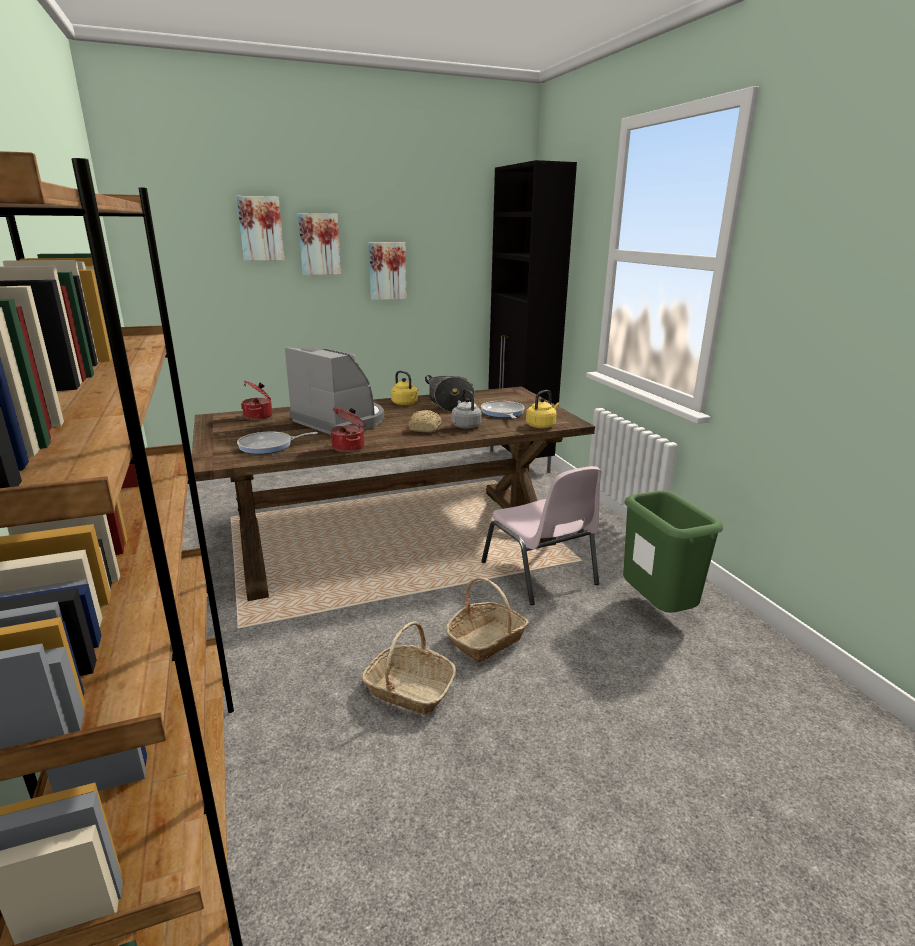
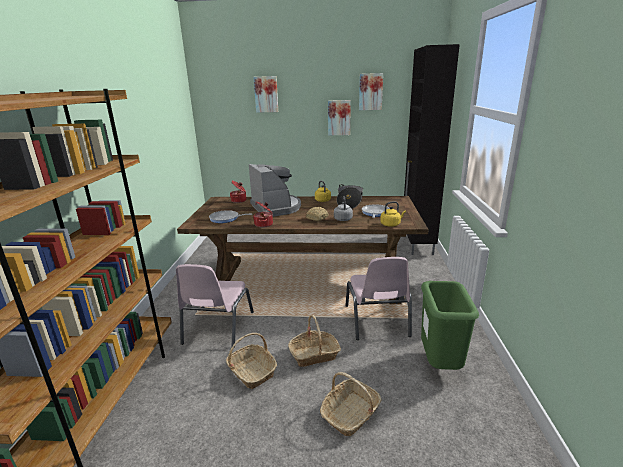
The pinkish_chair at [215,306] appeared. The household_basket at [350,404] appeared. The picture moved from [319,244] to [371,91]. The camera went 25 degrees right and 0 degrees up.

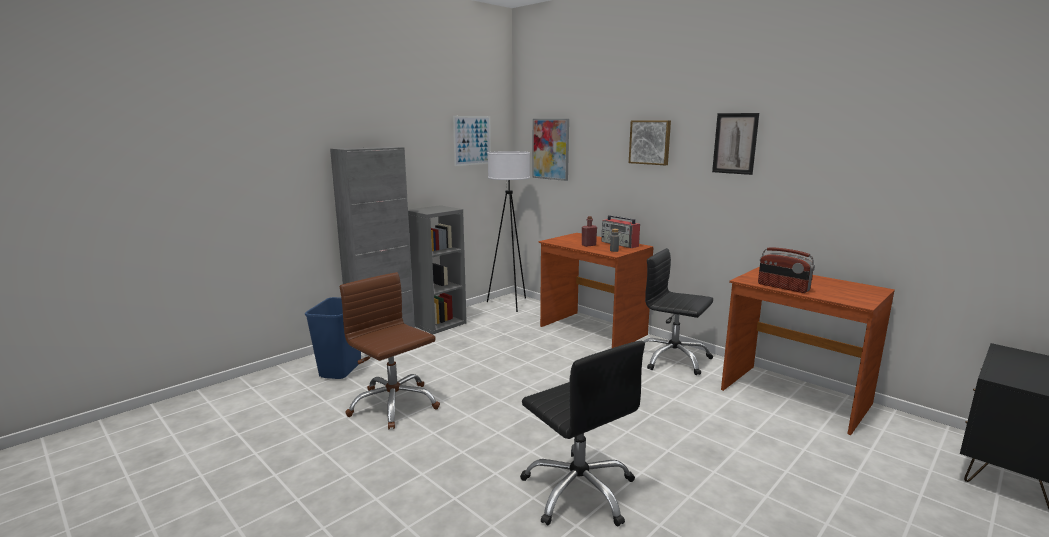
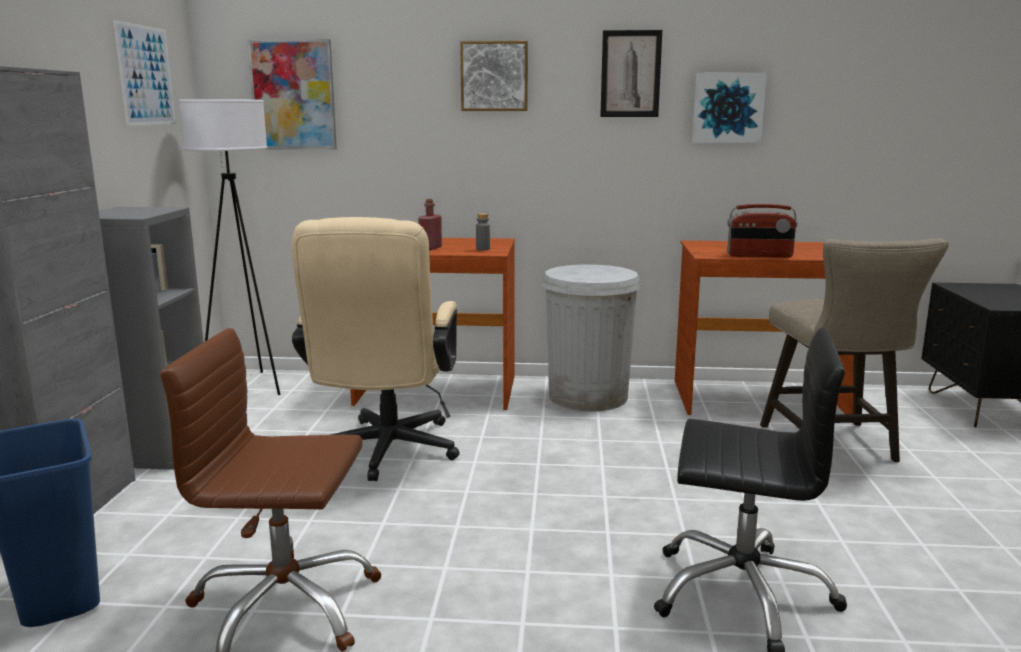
The radio_receiver at [620,231] disappeared. The sand-coloured_computer_chair at [376,349] appeared. The picture at [729,108] appeared. The sand-coloured_sitting_stool at [854,350] appeared. The blackish_computer_chair at [678,311] was replaced by the white-coloured_waste_bin at [591,338]. The camera went 40 degrees left and 0 degrees up.

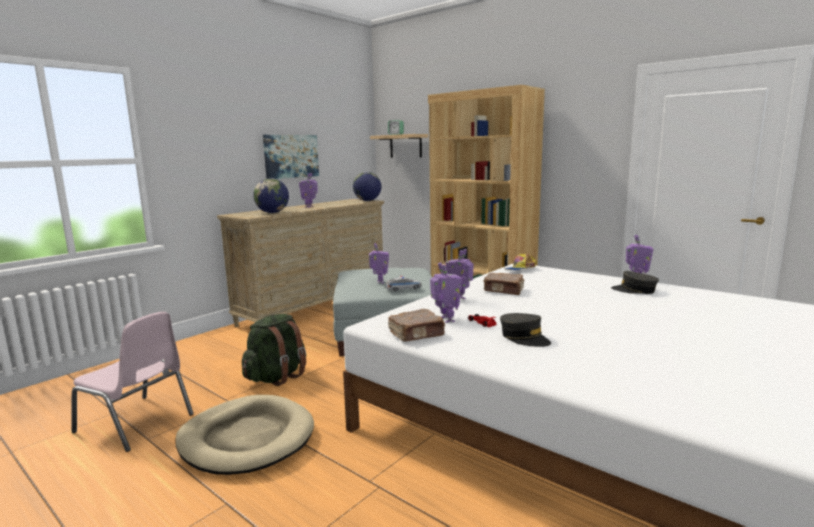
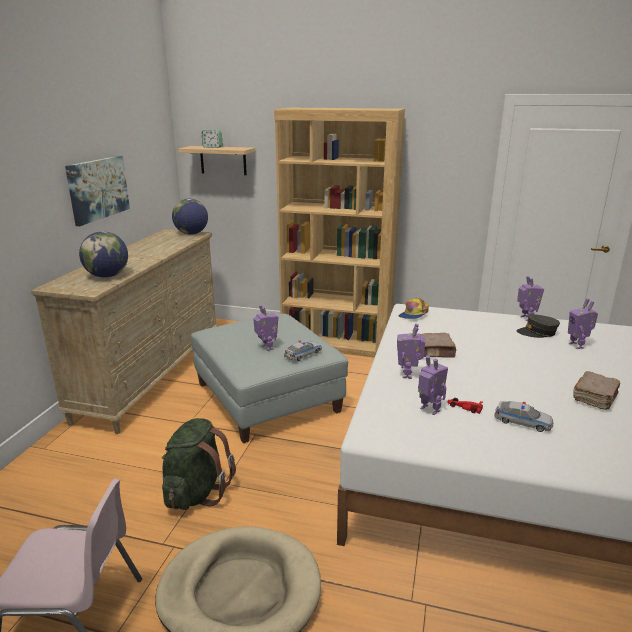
The model_robot moved from [308,190] to [583,324]. The brownish_bound_book moved from [417,325] to [596,390]. The greyish_peaked_cap at [525,330] was replaced by the miniature_car at [523,416]. The camera went 25 degrees left and 10 degrees up.

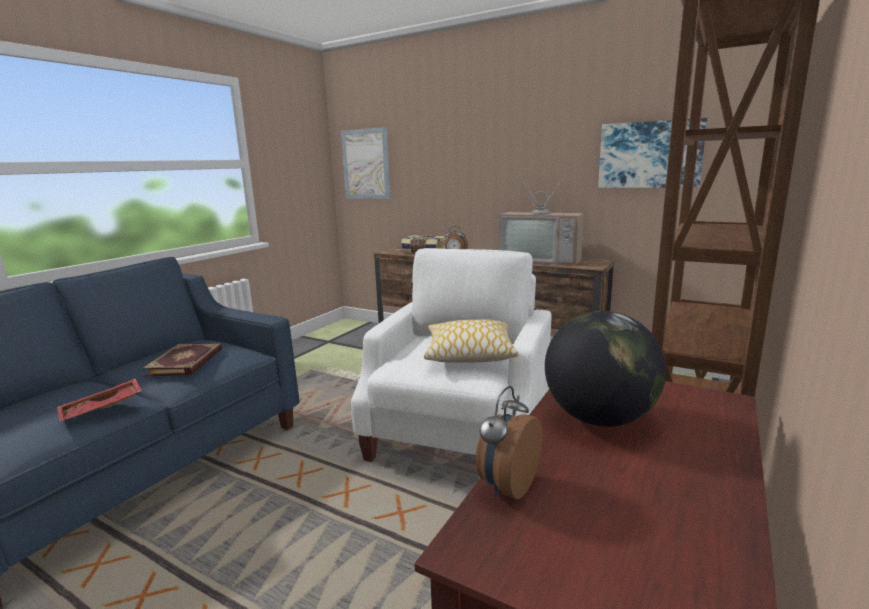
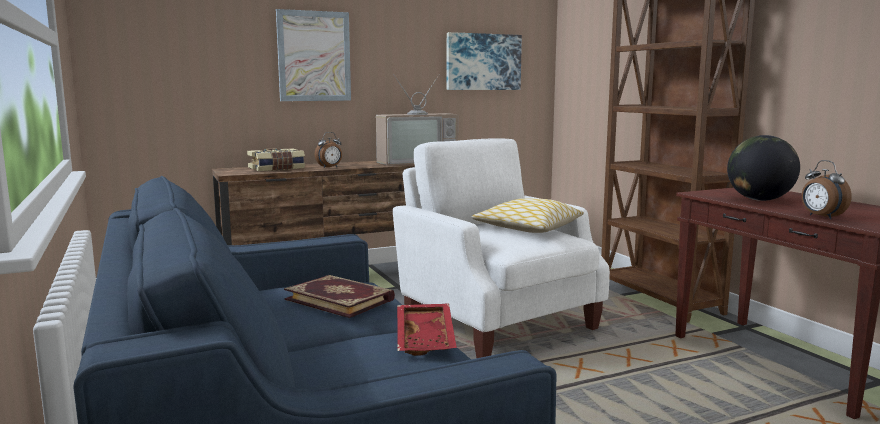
The picture moved from [366,163] to [313,55]. The camera went 55 degrees left and 5 degrees down.

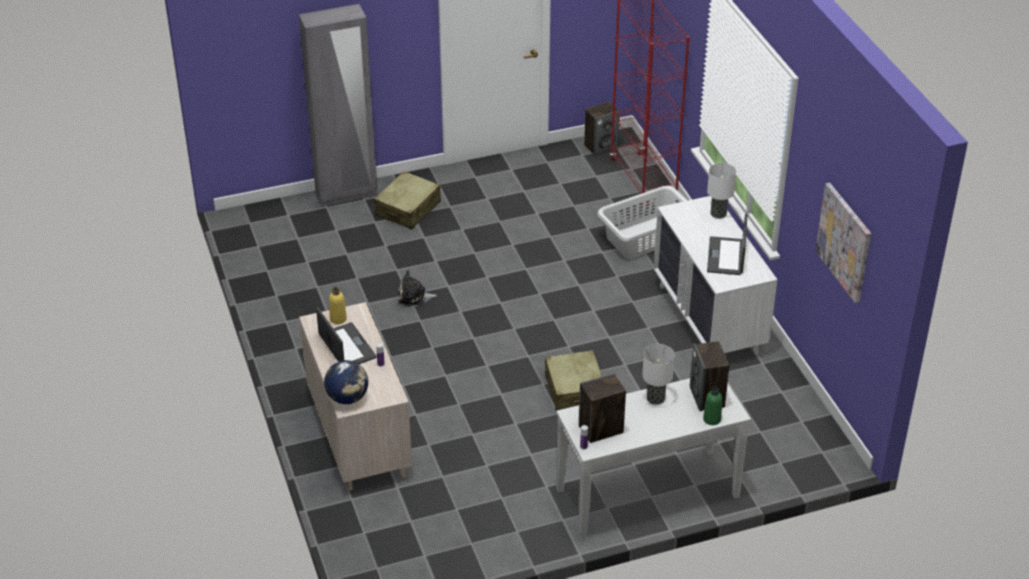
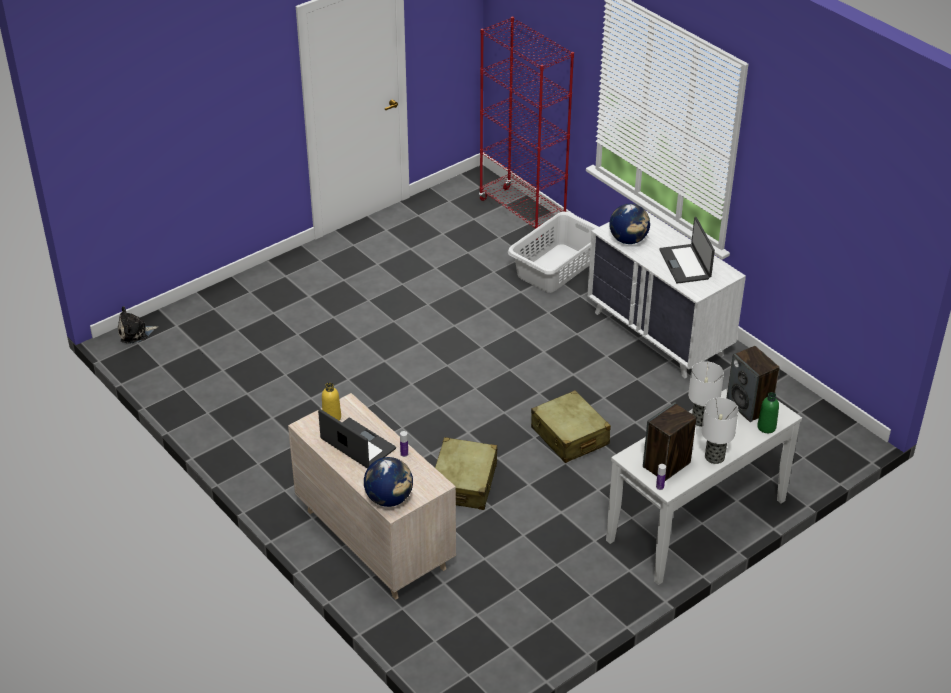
The greyish_armoire at [338,105] disappeared. The speaker at [602,129] disappeared. The picture at [843,242] disappeared. The globe at [629,223] appeared. The sand-coloured_suitcase moved from [407,200] to [466,473]. The soft_toy moved from [417,288] to [138,325]. The table_lamp moved from [721,191] to [720,431]. The camera went 20 degrees left and 0 degrees up.

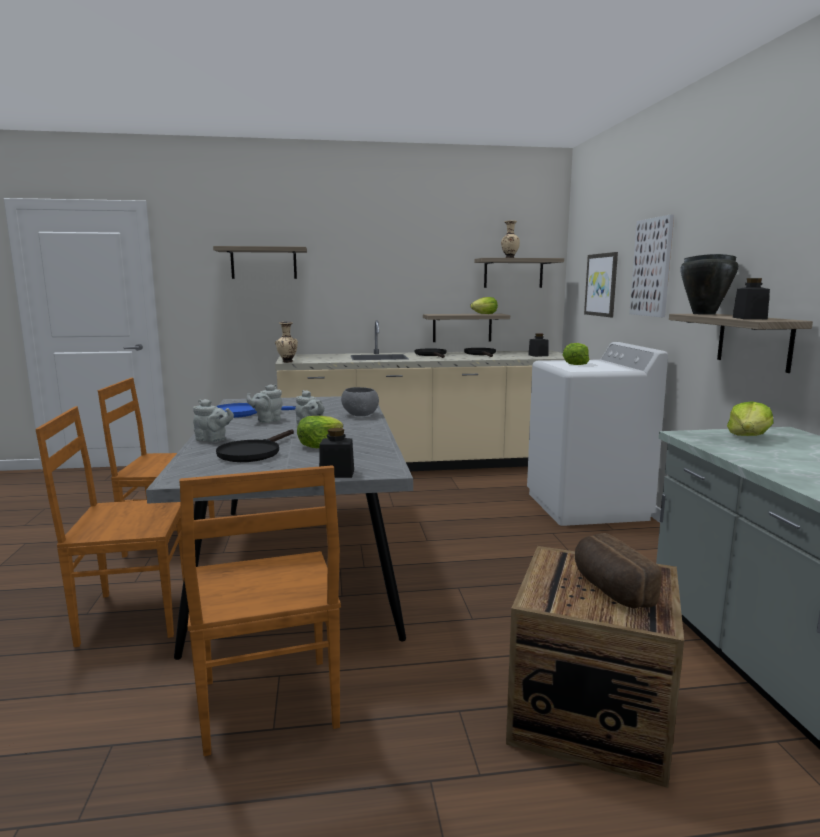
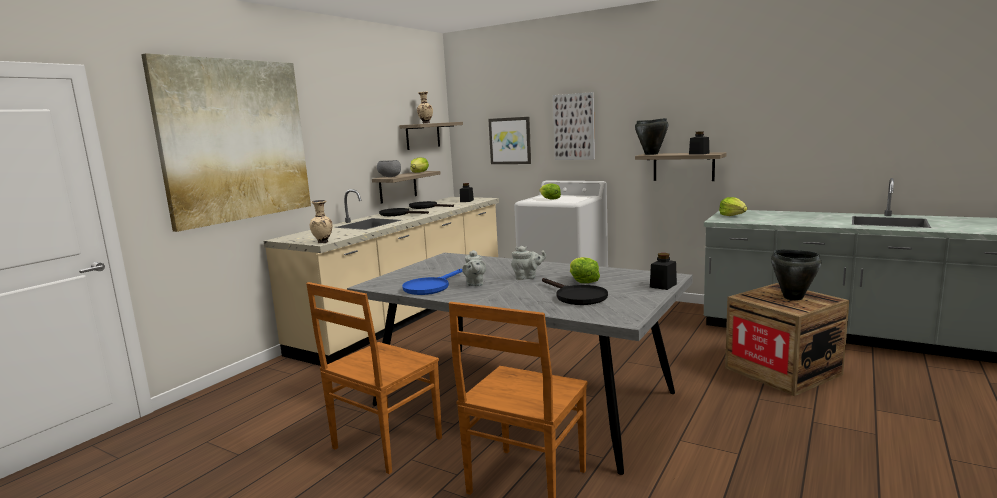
The brownish_chair at [260,610] disappeared. The greyish_tea_pot at [213,420] disappeared. The greyish_deep_dish moved from [360,401] to [389,168]. The shelf at [260,262] was replaced by the picture at [226,142]. The baked_bread at [618,570] was replaced by the blackish_stockpot at [796,274]. The camera went 50 degrees left and 0 degrees up.

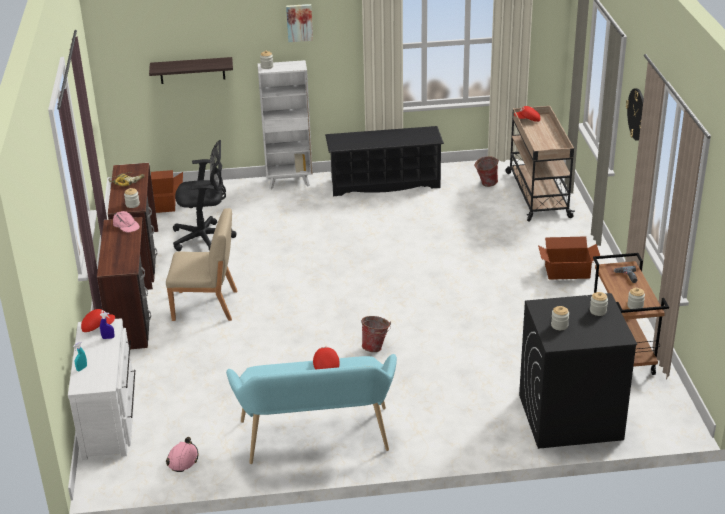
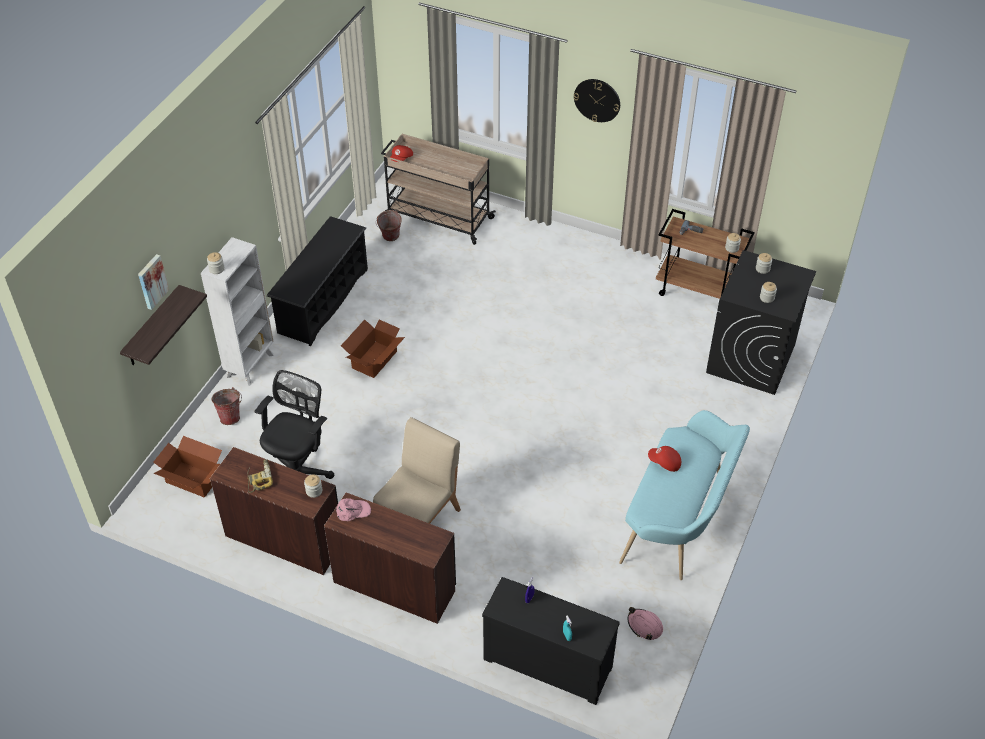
The reddish_peaked_cap at [98,320] disappeared. The picture moved from [299,23] to [153,282]. The pail moved from [376,334] to [227,406]. The packing_box moved from [569,258] to [373,348]. The white-coloured_dresser at [101,389] became the blackish_dresser at [551,641]. The camera went 60 degrees left and 15 degrees up.

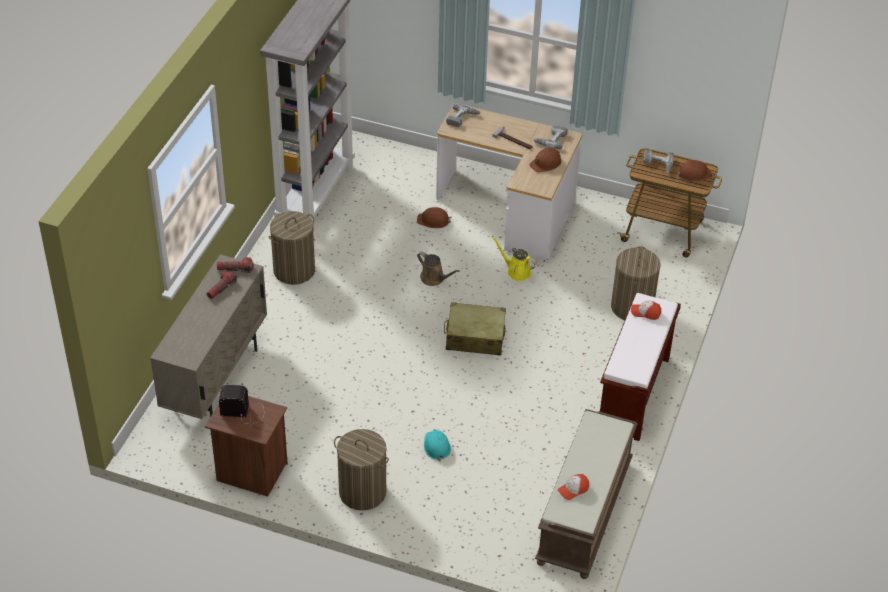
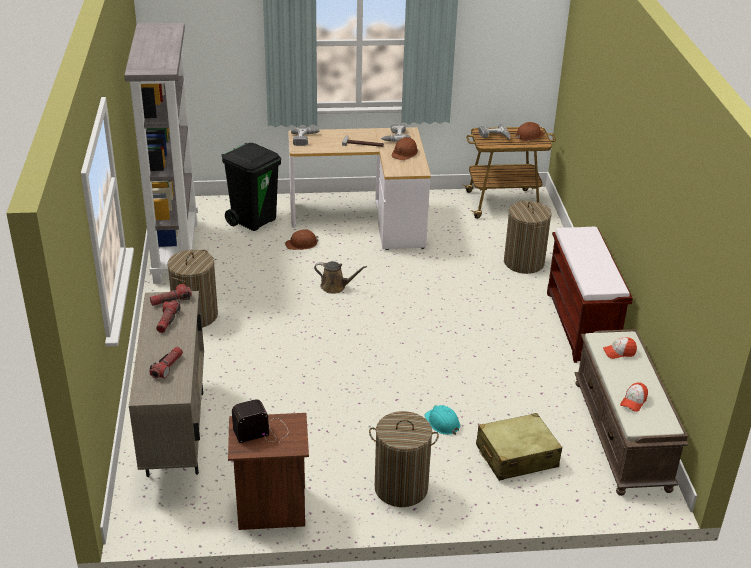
The yellowish_sprinkling_can at [514,258] disappeared. The torch at [166,362] appeared. The blackish_waste_bin at [251,187] appeared. The sand-coloured_suitcase moved from [475,329] to [519,447]. The peaked_cap moved from [646,310] to [620,348]. The camera went 25 degrees left and 10 degrees down.

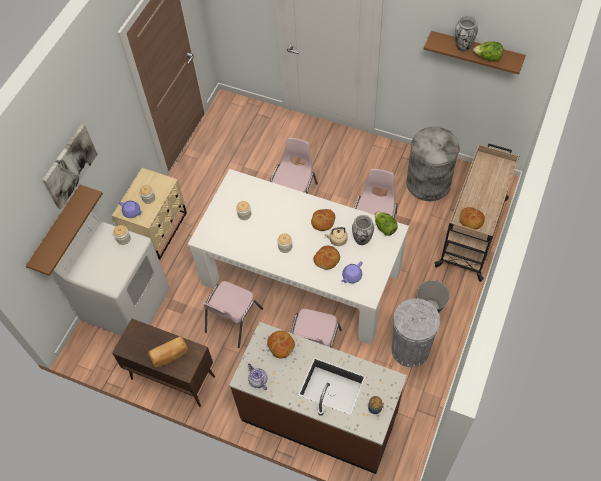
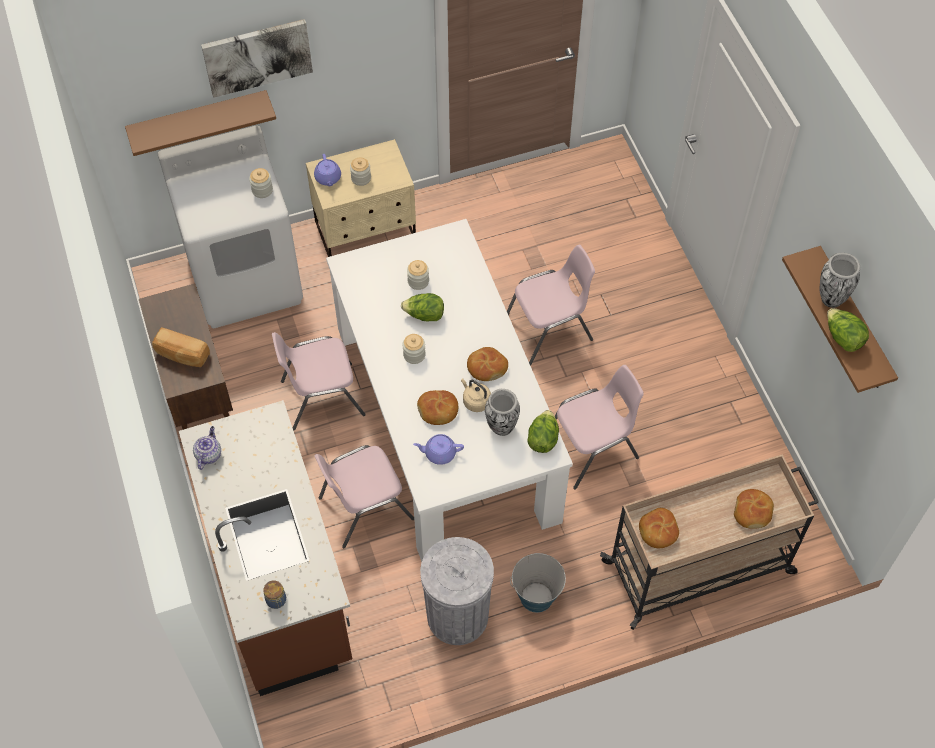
The greyish_waste_bin at [433,164] disappeared. The lettuce_head at [422,307] appeared. The baked_bread moved from [281,344] to [754,509]. The camera went 45 degrees right and 0 degrees up.

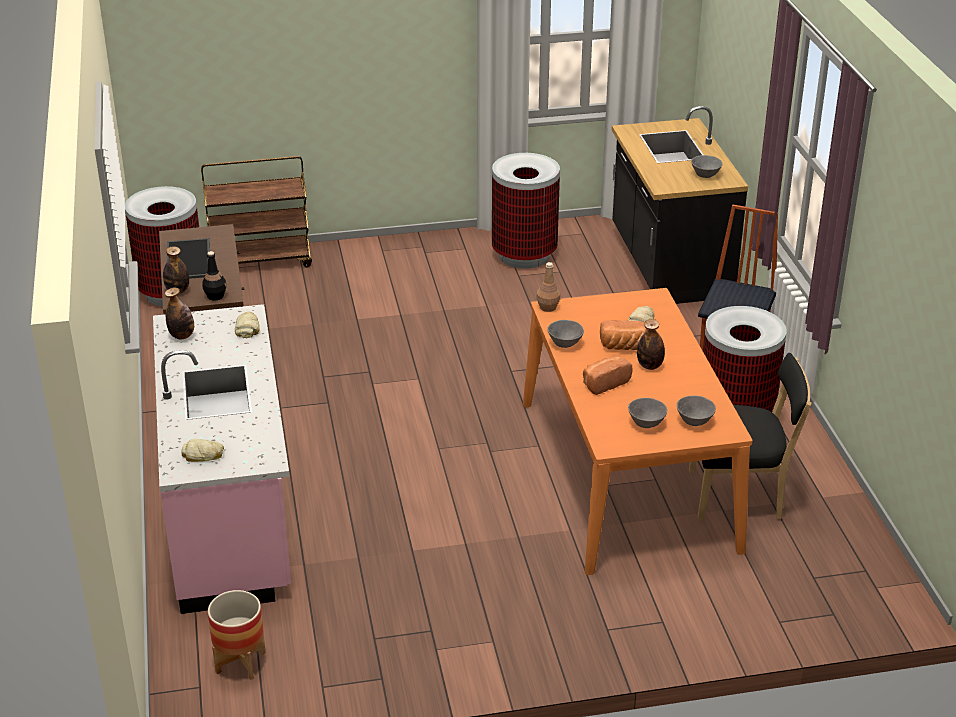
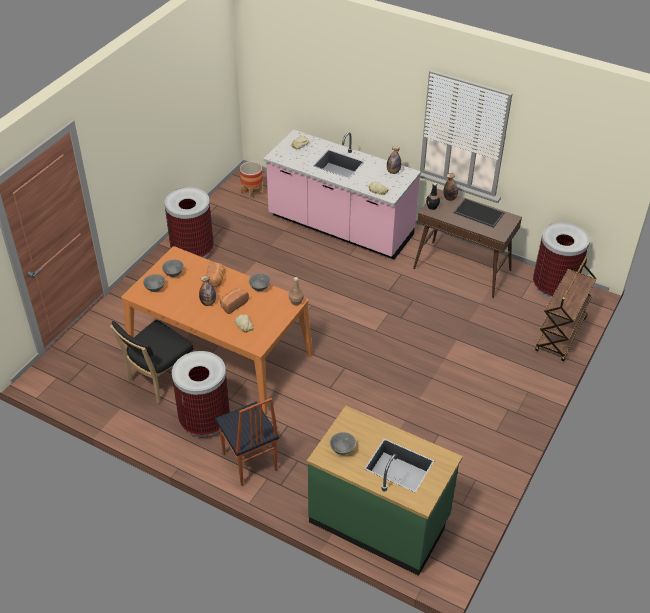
The waste_bin moved from [526,211] to [189,222]. The blackish_counter at [680,205] became the green_counter at [385,491]. The camera went 130 degrees right and 10 degrees up.

